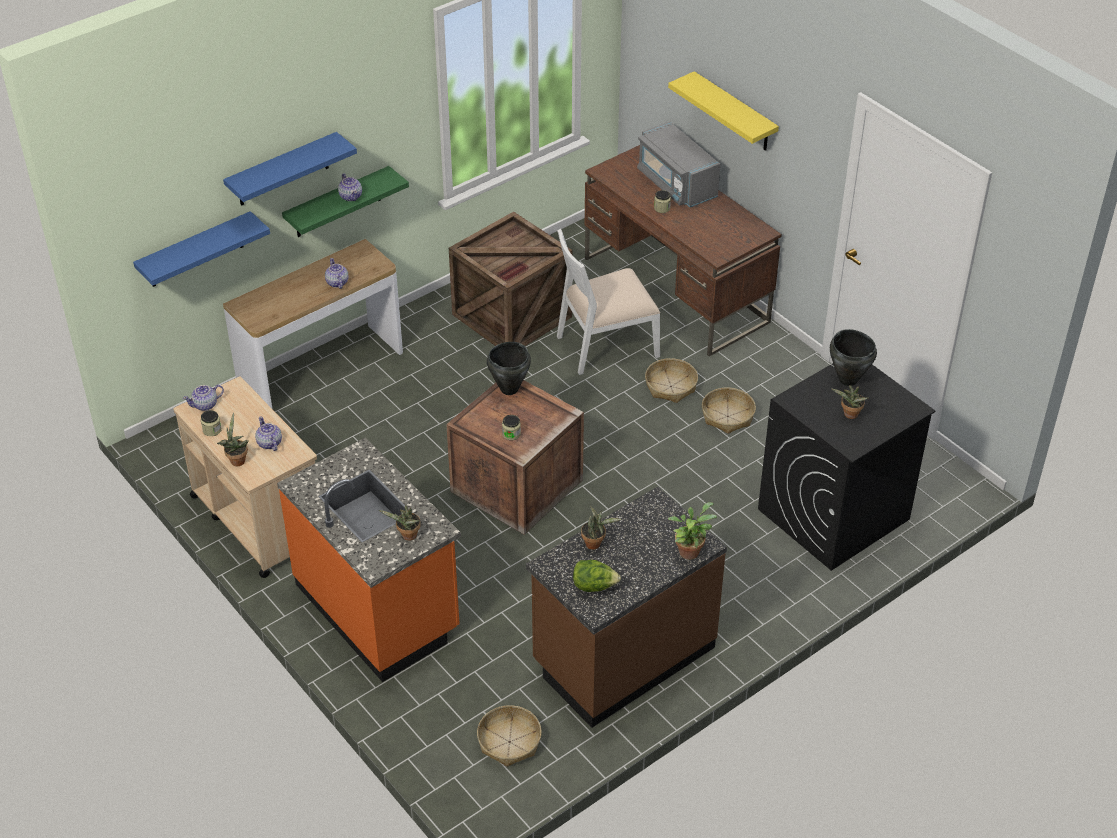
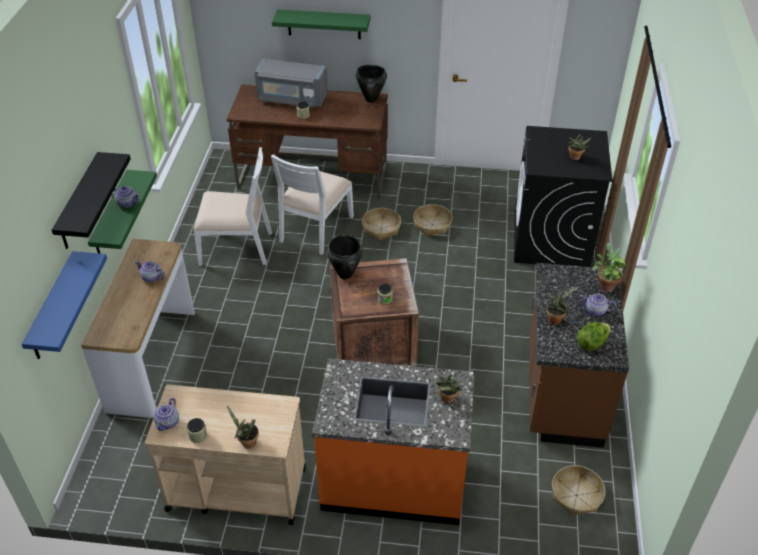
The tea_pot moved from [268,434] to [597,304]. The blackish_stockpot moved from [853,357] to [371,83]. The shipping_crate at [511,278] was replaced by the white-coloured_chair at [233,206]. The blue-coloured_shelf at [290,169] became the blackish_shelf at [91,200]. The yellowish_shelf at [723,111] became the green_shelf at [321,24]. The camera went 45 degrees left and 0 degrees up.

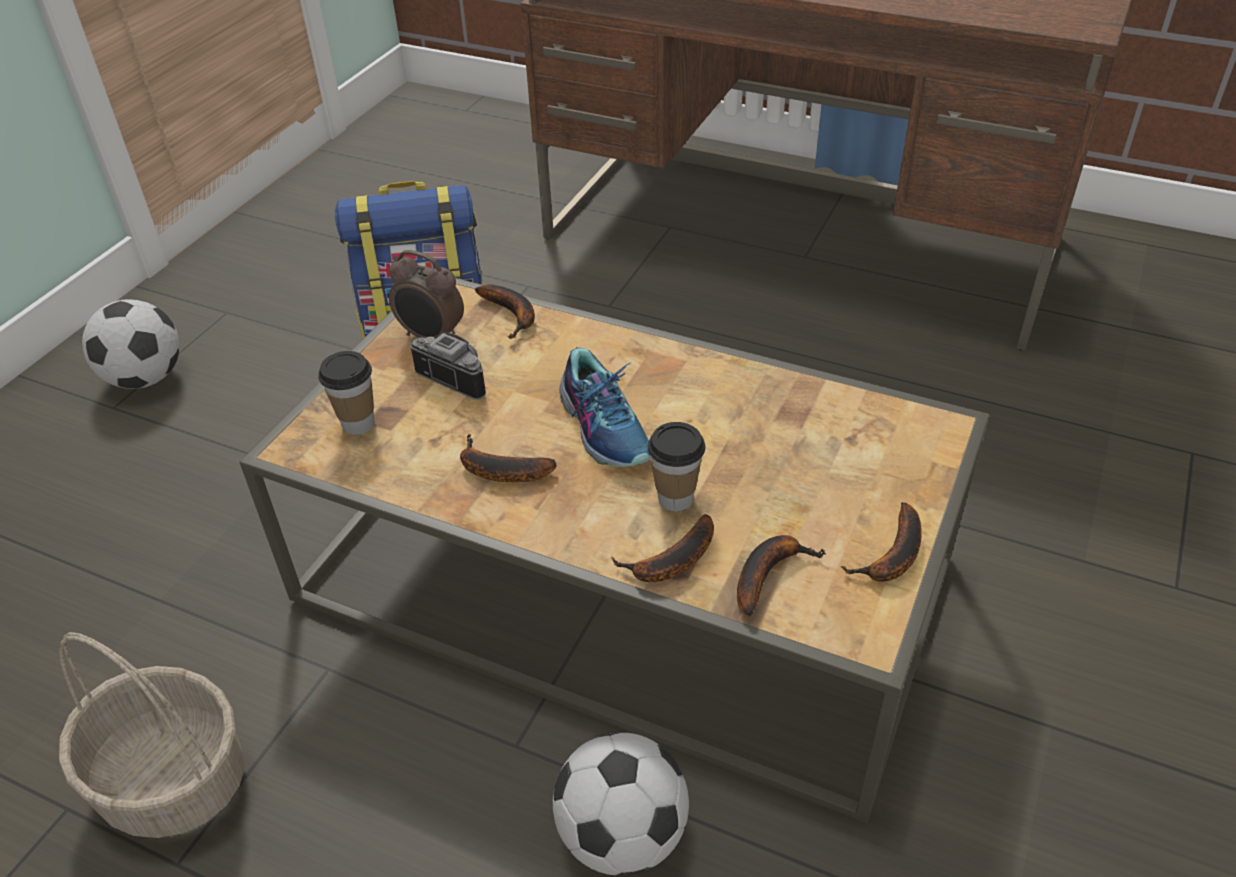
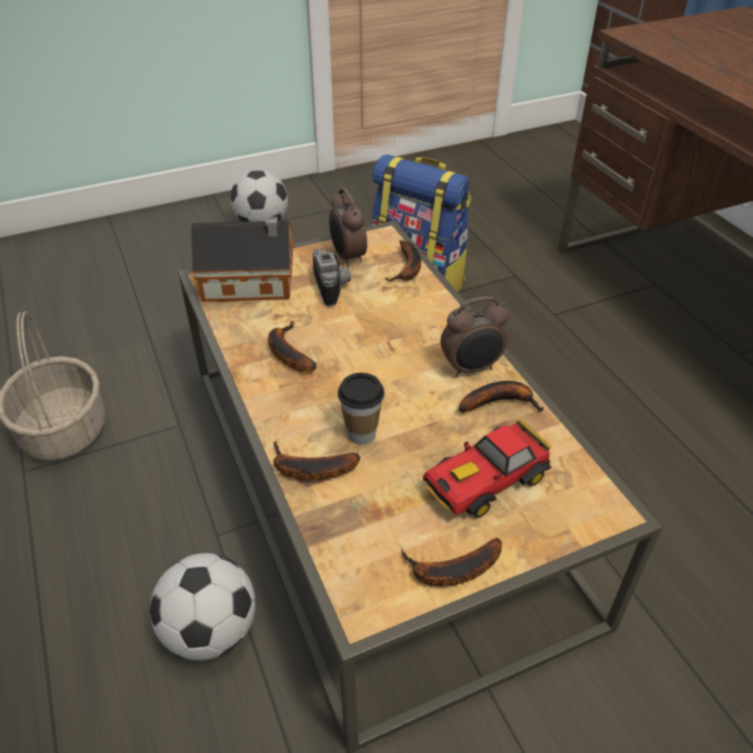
The shoe at [605,407] disappeared. The miniature_car at [487,468] appeared. The bedside_clock at [474,336] appeared. The whole_banana moved from [781,576] to [501,397]. The drinking_cup at [346,393] was replaced by the miniature_house at [242,259]. The camera went 40 degrees right and 0 degrees up.

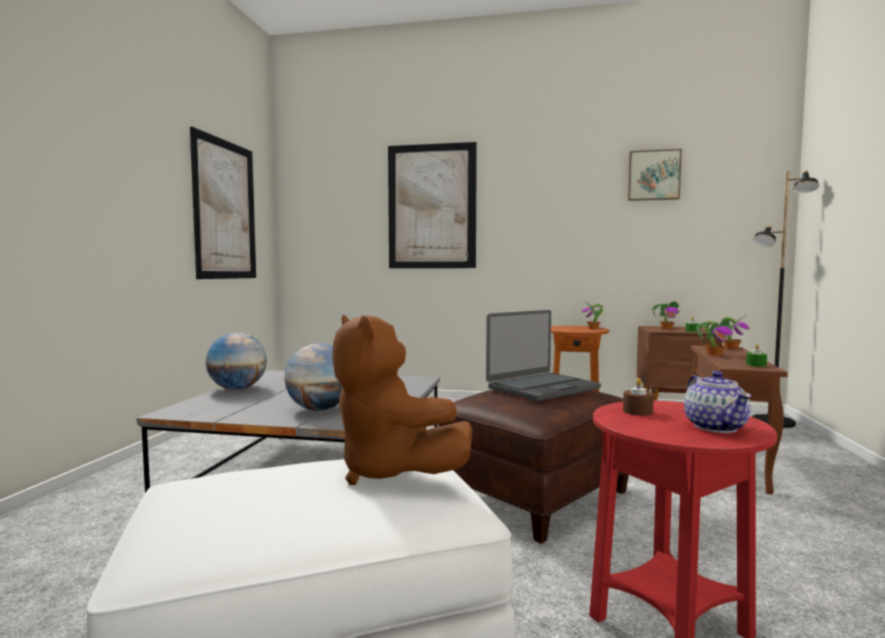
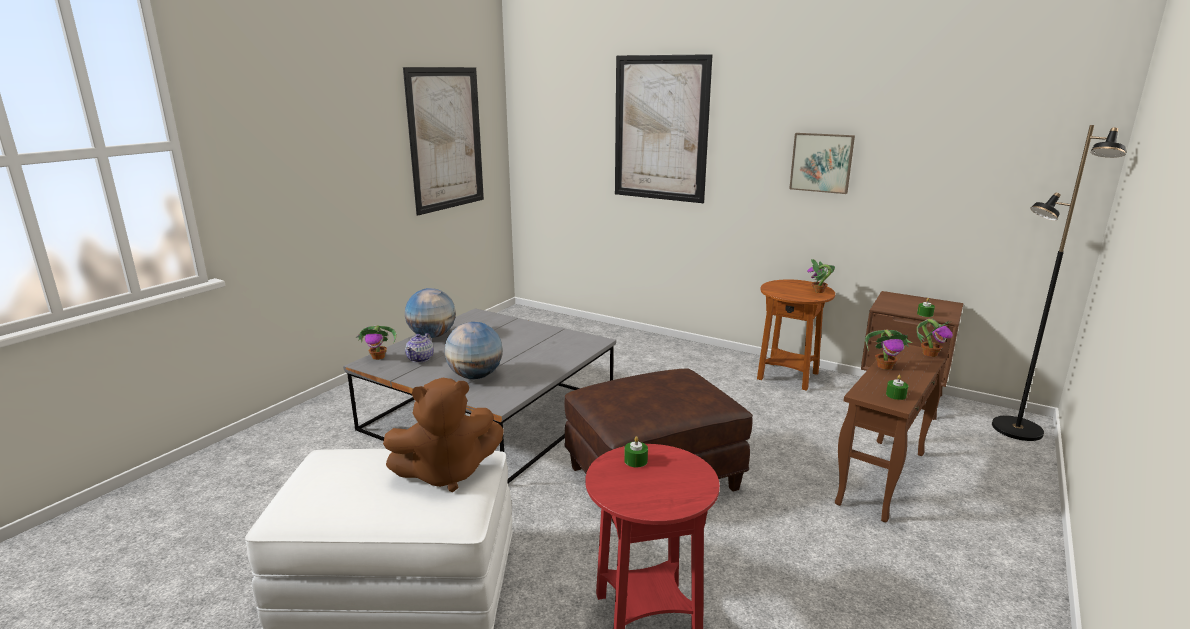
The notebook_computer at [543,355] disappeared. The picture moved from [655,175] to [822,163]. The plant_in_a_pot moved from [666,315] to [375,342]. The tea_pot moved from [717,402] to [419,348]. The brownish_candle at [638,397] became the green_candle at [636,451]. The brownish_soft_toy at [402,400] turned 90 degrees counterclockwise. The camera went 20 degrees right and 15 degrees up.

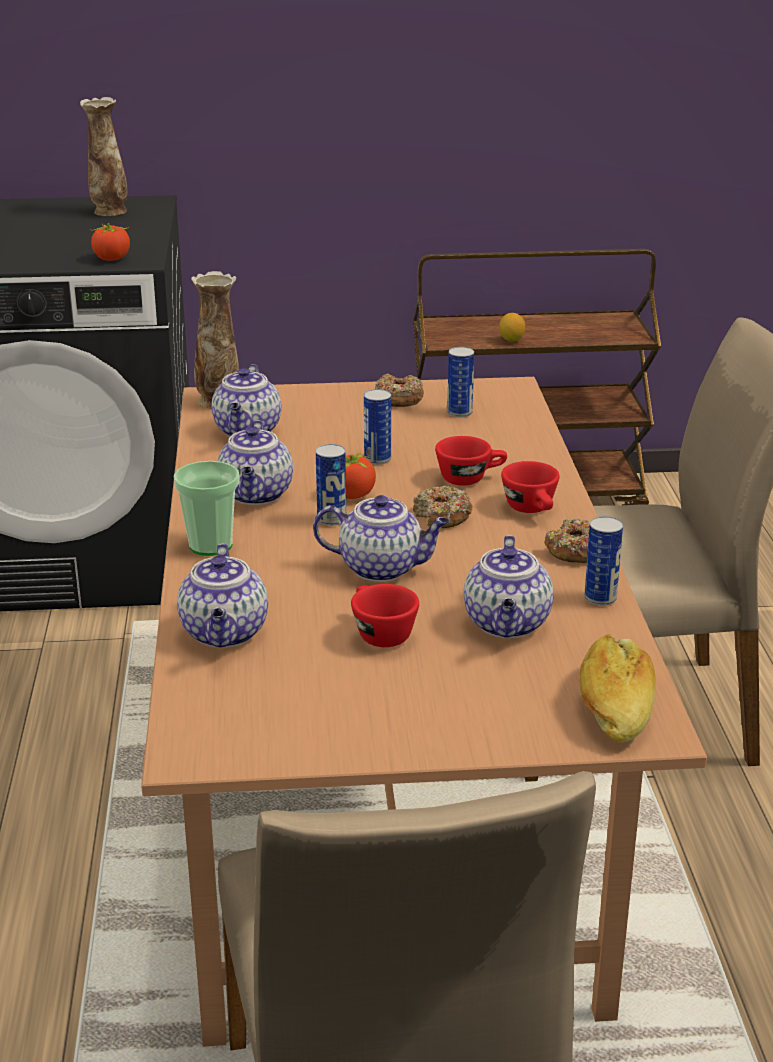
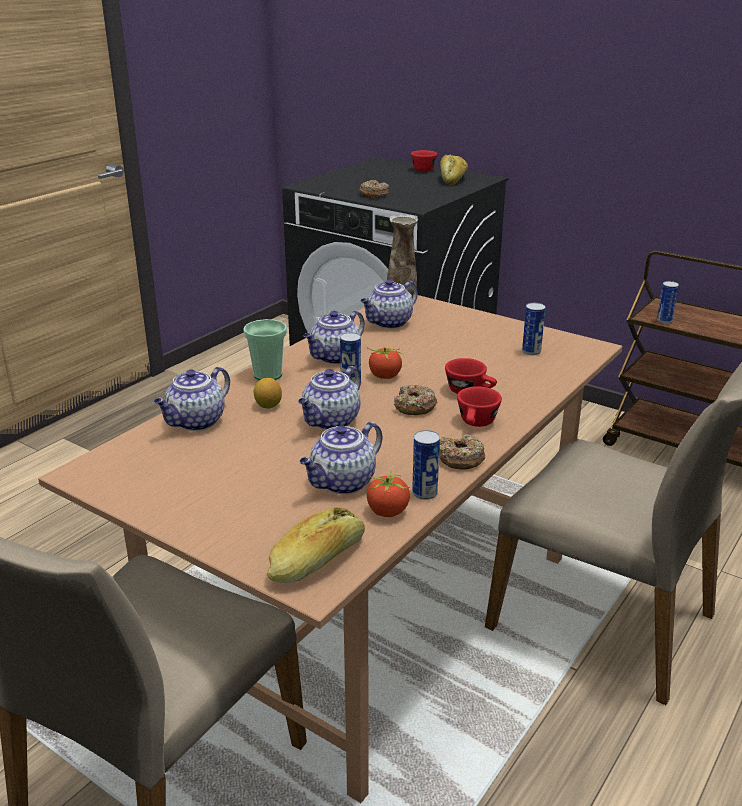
The tomato moved from [110,242] to [388,494]. The reddish_drinking_cup moved from [385,615] to [424,160]. The sealed_can moved from [377,427] to [668,302]. The doughnut moved from [399,390] to [374,189]. The citrus_fruit moved from [512,327] to [268,393]. The decorative_vase at [103,156] was replaced by the baked_bread at [454,170]. The tea_pot at [381,538] turned 75 degrees clockwise. The camera went 40 degrees right and 0 degrees up.

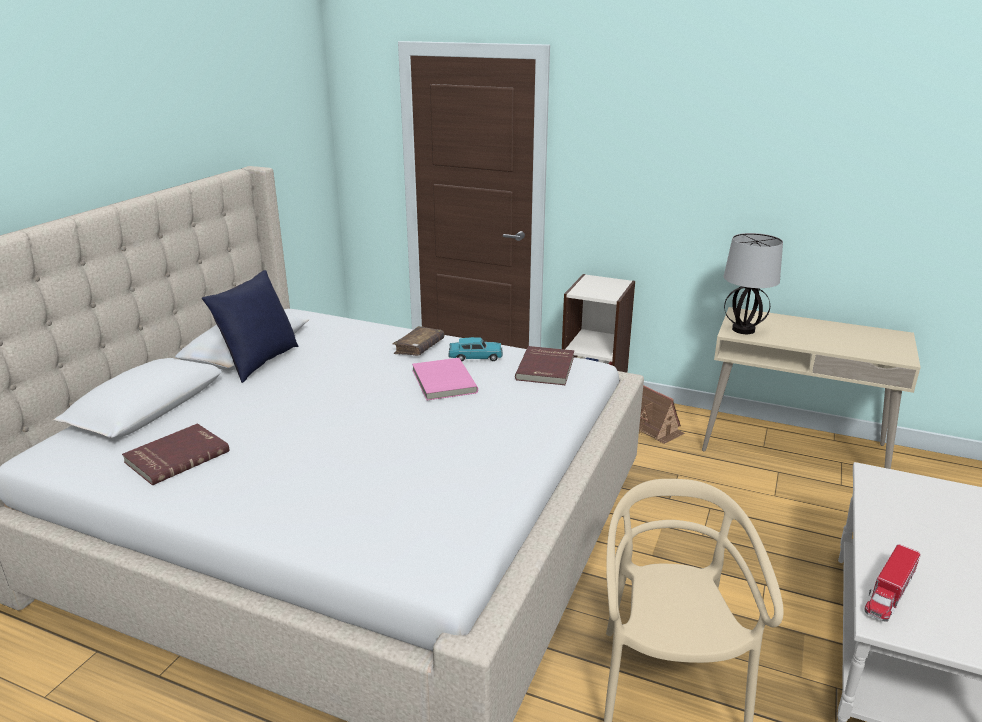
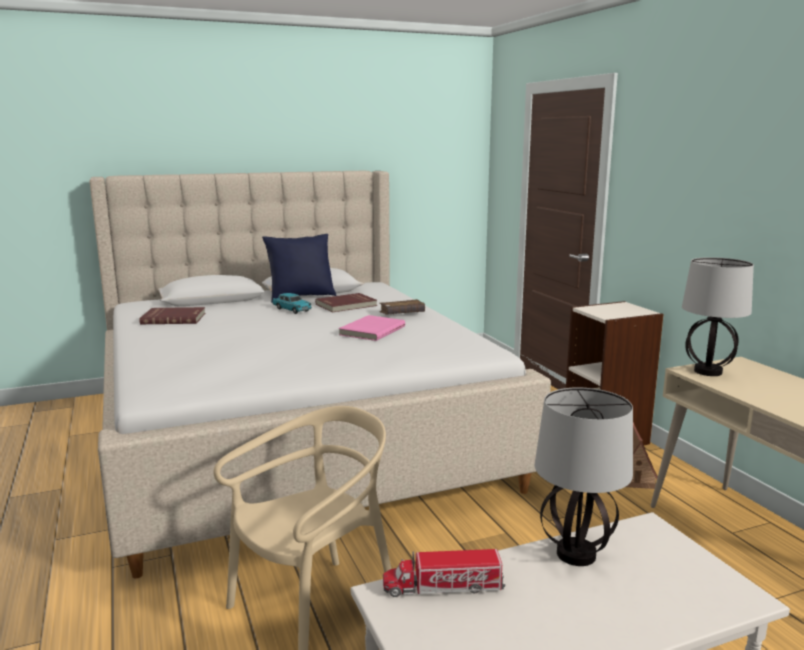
The table_lamp at [584,476] appeared. The turquoise_miniature_car moved from [475,349] to [292,303]. The reddish_bound_book moved from [544,365] to [346,302]. The camera went 45 degrees right and 10 degrees down.

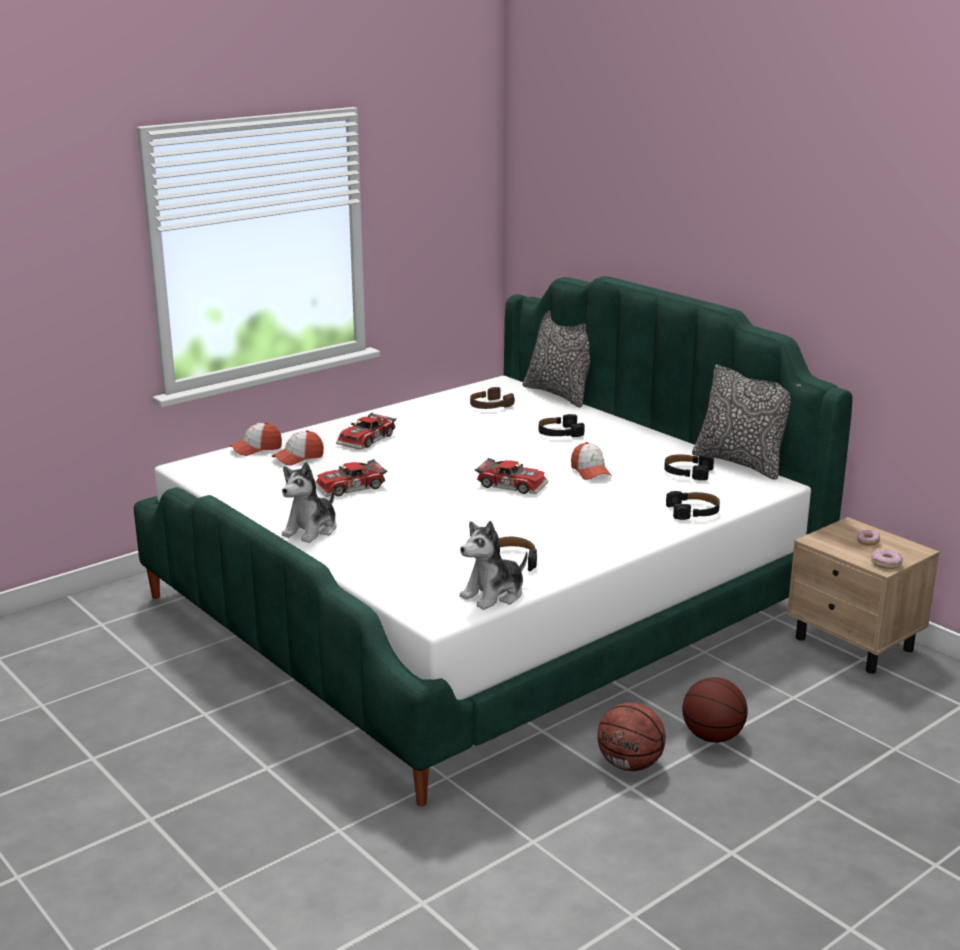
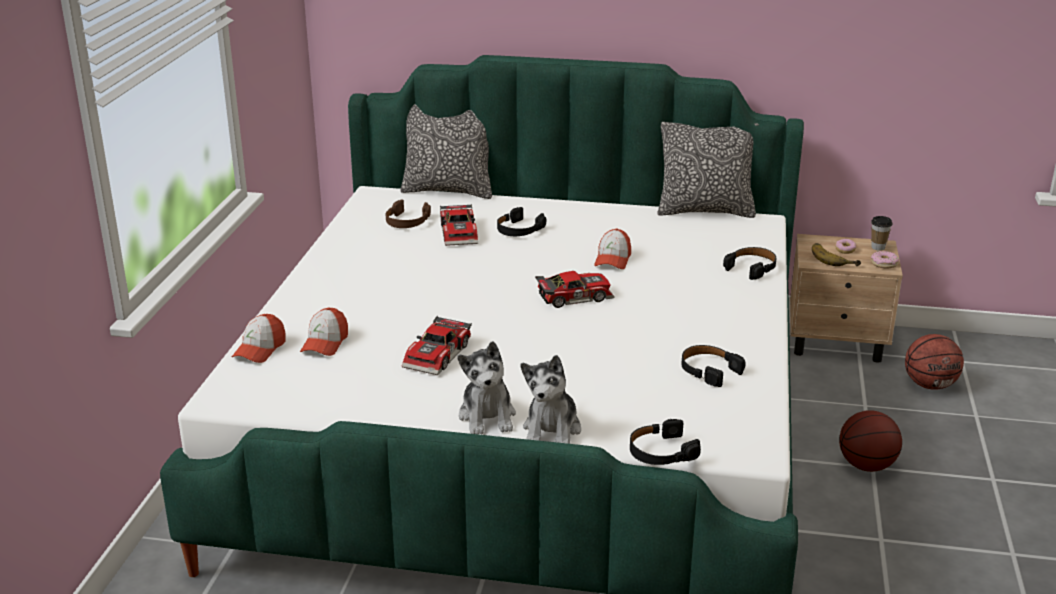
The whole_banana at [836,254] appeared. The drinking_cup at [881,233] appeared. The miniature_car moved from [366,431] to [459,225]. The soft_toy moved from [493,565] to [551,399]. The basketball_ball moved from [631,736] to [934,362]. The blackish_headphones moved from [689,467] to [665,442]. The peaked_cap at [591,461] turned 75 degrees clockwise. The camera went 40 degrees left and 5 degrees up.

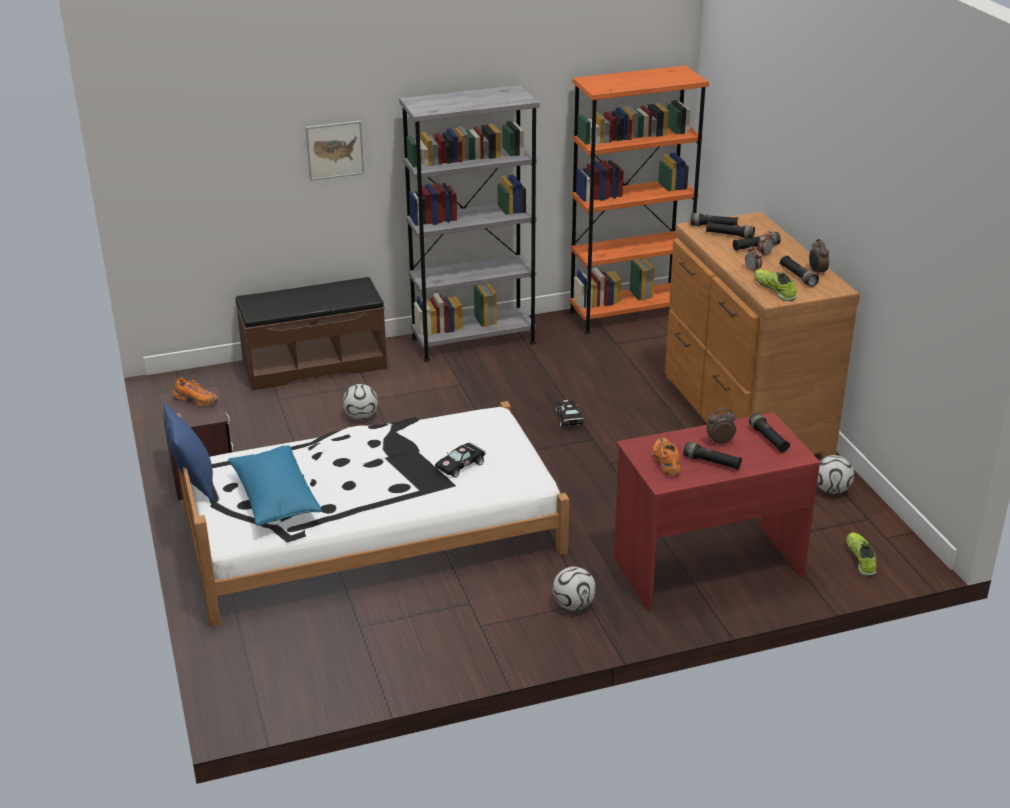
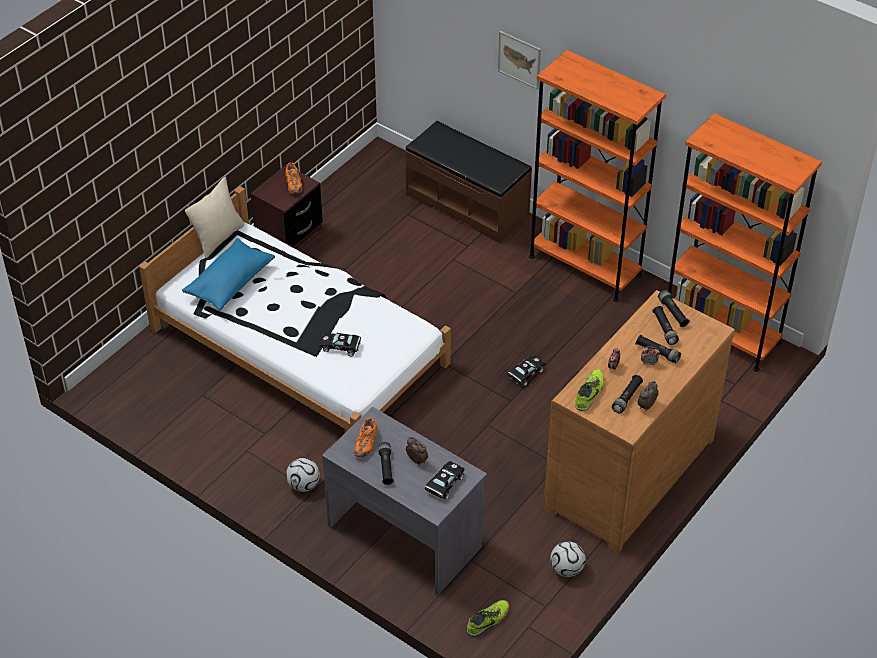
The football at [360,402] disappeared. The blackish_torch at [769,432] was replaced by the blackish_miniature_car at [445,480]. The blue-coloured_pillow at [189,452] became the sand-coloured_pillow at [214,217]. The greyish_bookshelf at [469,223] became the orange-coloured_bookshelf at [597,176]. The reddish_desk_table at [717,511] became the greyish_desk_table at [404,501]. The orange-coloured_shoe at [666,456] turned 150 degrees clockwise. The camera went 55 degrees right and 15 degrees up.

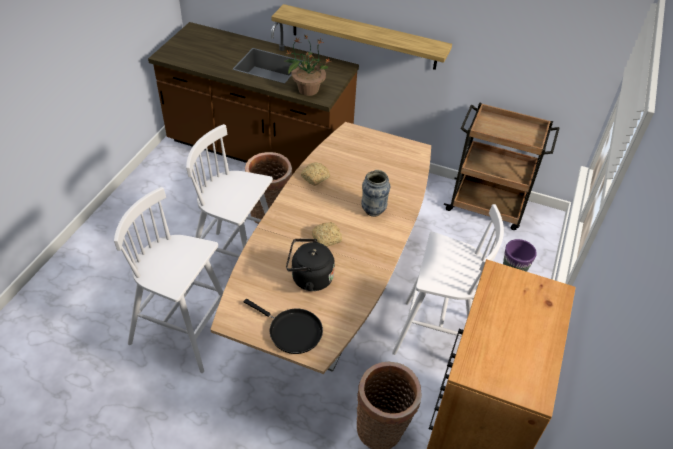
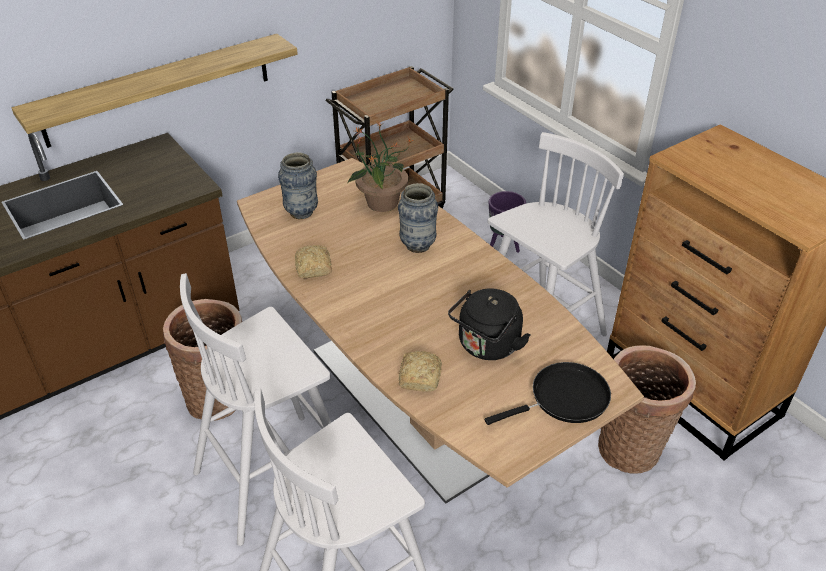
The decorative_vase at [298,185] appeared. The plant_in_a_pot moved from [307,65] to [380,166]. The baked_bread moved from [327,234] to [420,371]. The camera went 55 degrees left and 5 degrees down.

